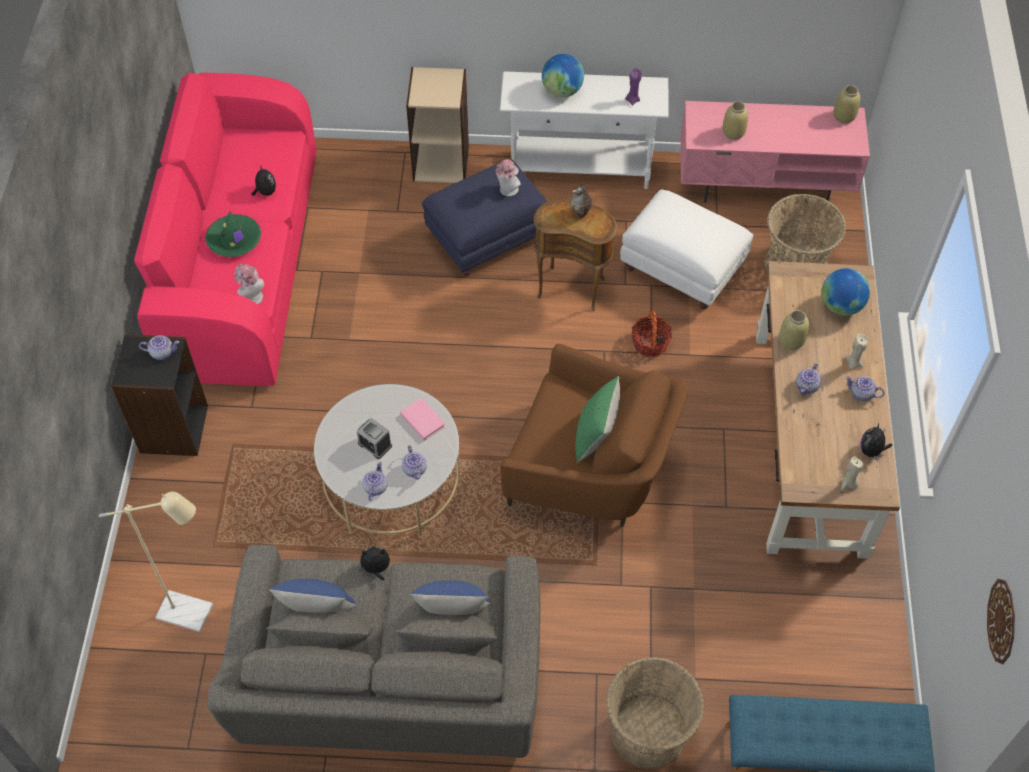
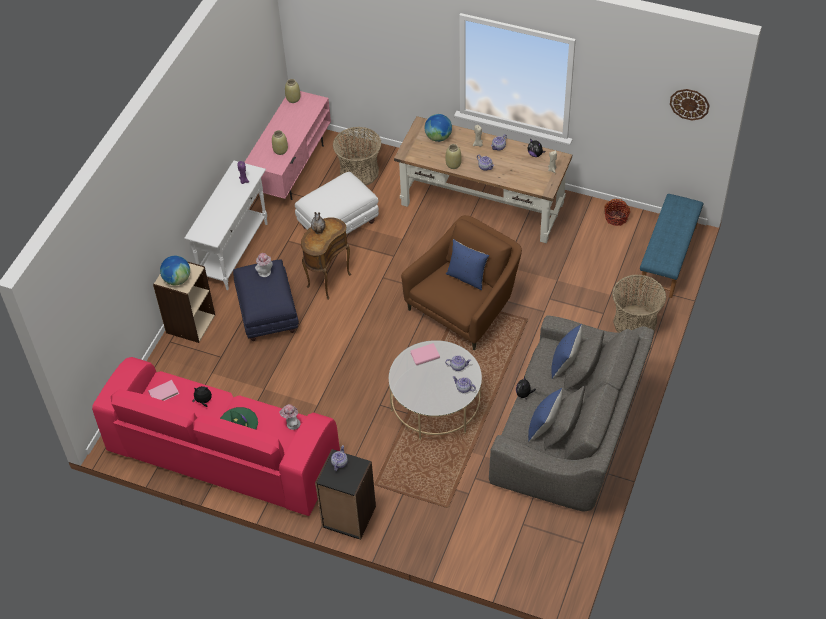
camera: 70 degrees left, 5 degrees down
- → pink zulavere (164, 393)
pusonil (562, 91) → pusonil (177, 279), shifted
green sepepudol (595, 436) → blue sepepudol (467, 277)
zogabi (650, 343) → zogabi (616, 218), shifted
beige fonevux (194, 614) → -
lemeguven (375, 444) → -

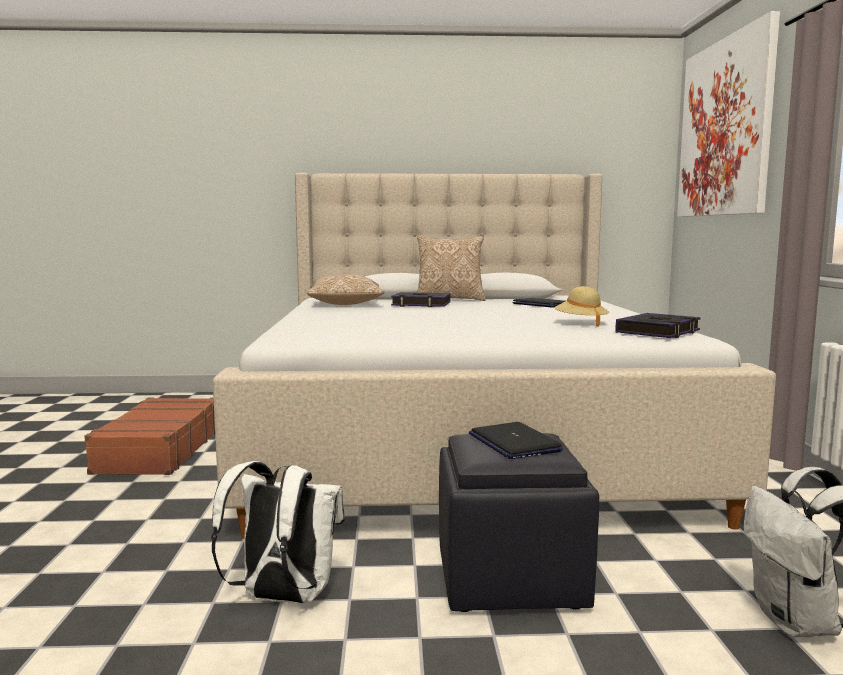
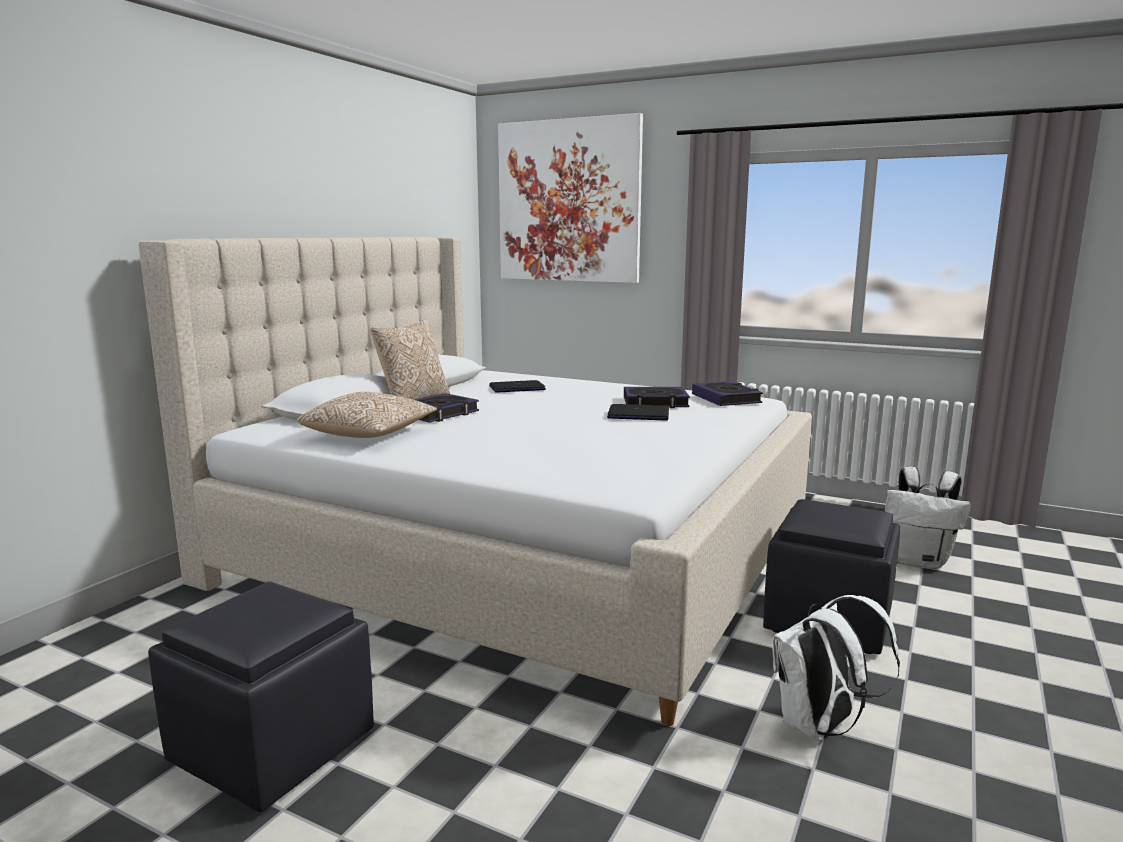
camera: 60 degrees left, 5 degrees up
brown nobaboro (158, 451) → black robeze (275, 747)
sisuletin (513, 442) → sisuletin (638, 415), shifted
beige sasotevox (580, 323) → zulavere (655, 402)

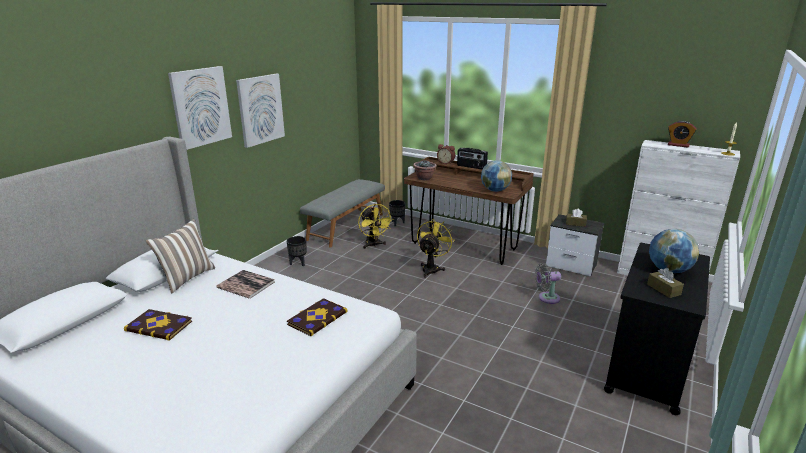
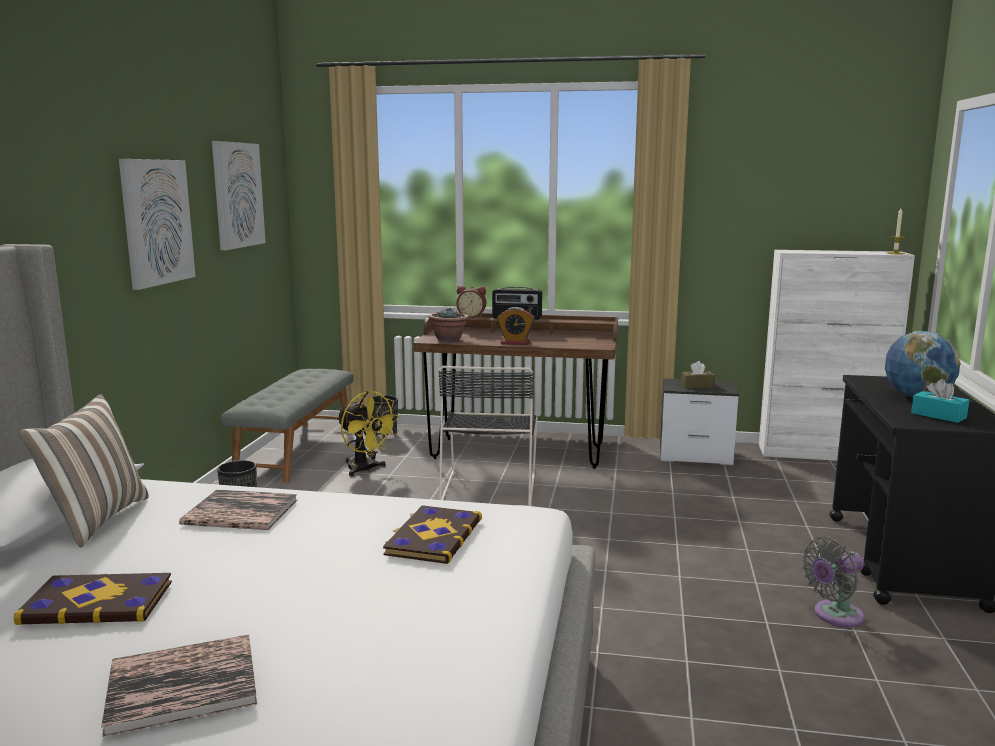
camera: 20 degrees left, 10 degrees down
- → zulavere (182, 684)
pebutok (200, 107) → pebutok (237, 195), shifted
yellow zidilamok (432, 268) → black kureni (489, 488)
lemeguven (678, 145) → lemeguven (515, 343), shifted
grey zidilamok (546, 298) → grey zidilamok (834, 616), shifted
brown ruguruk (663, 289) → turquoise ruguruk (938, 415)
pusonil (495, 190) → -

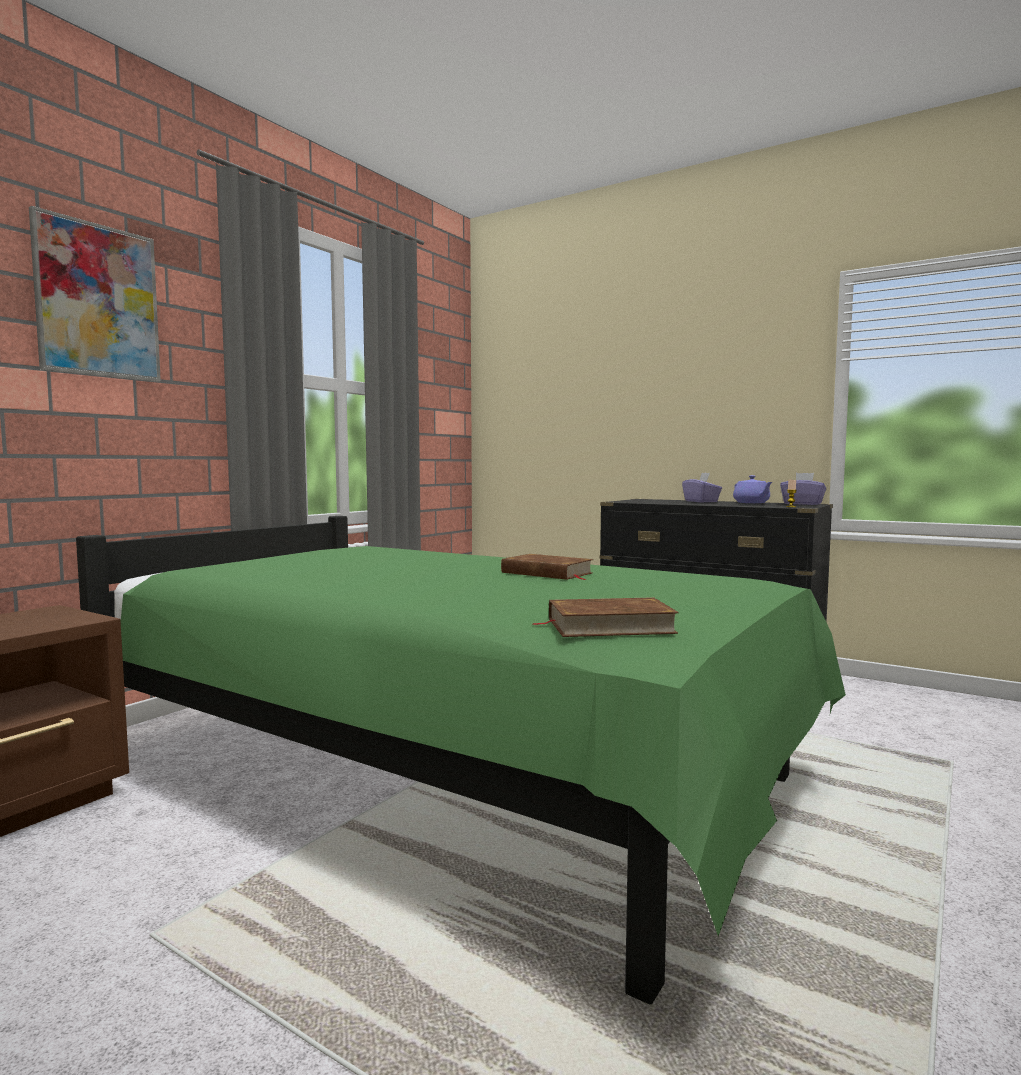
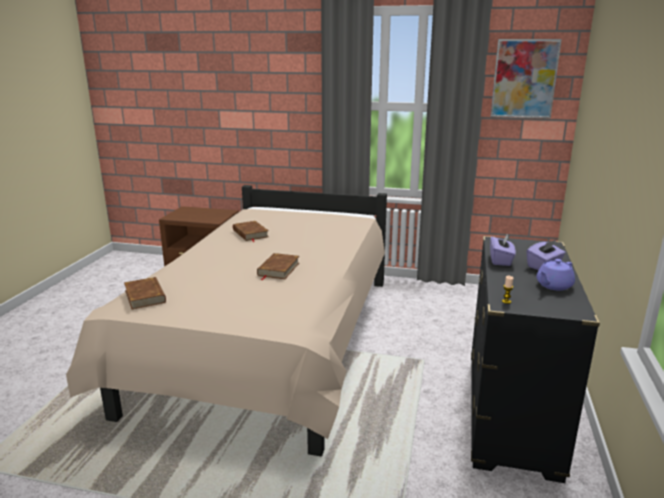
camera: 70 degrees right, 15 degrees up
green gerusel (449, 772) → beige gerusel (270, 344)
- → brown zulavere (250, 233)
pebutok (98, 301) → pebutok (524, 79), shifted
purple ruguruk (802, 504) → purple ruguruk (501, 260), shifted

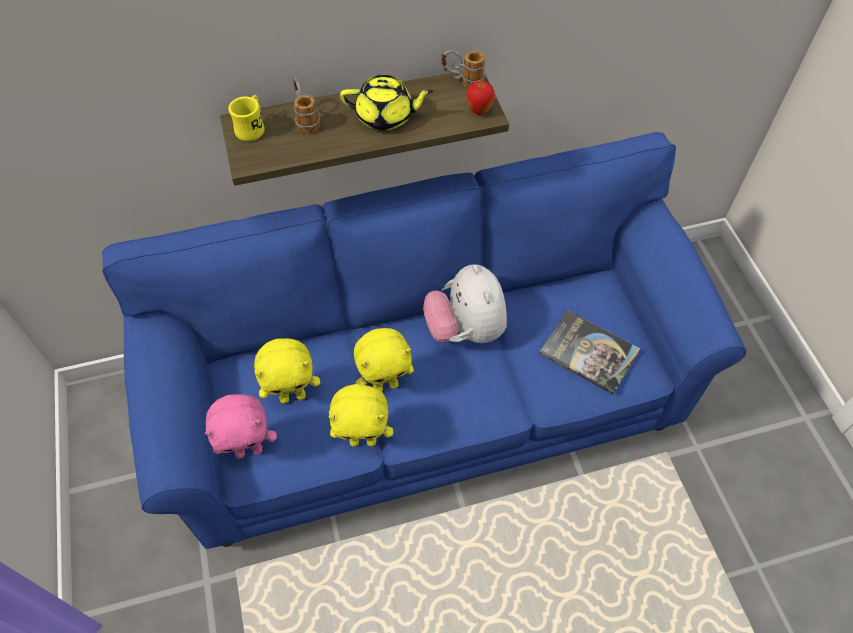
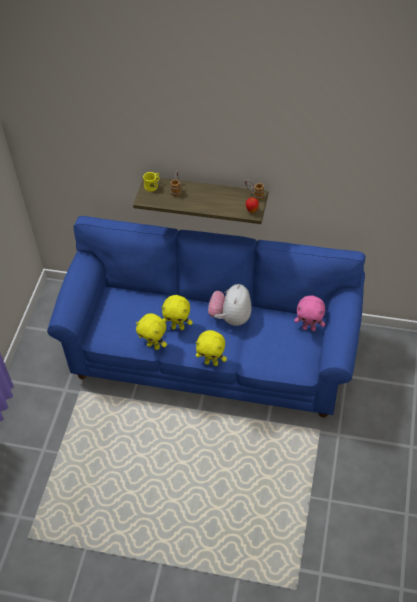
camera: 30 degrees right, 5 degrees down
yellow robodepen (293, 396) → yellow robodepen (211, 362), shifted
pink robodepen (249, 450) → pink robodepen (309, 328), shifted
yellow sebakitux (386, 117) → -
zulavere (589, 352) → -

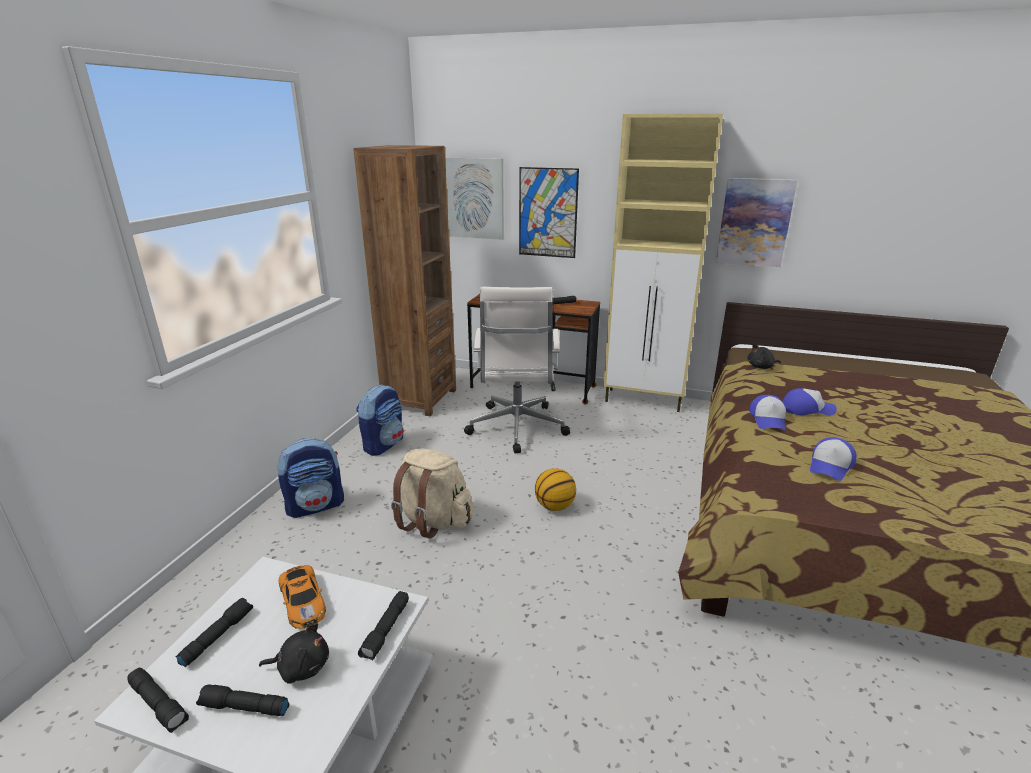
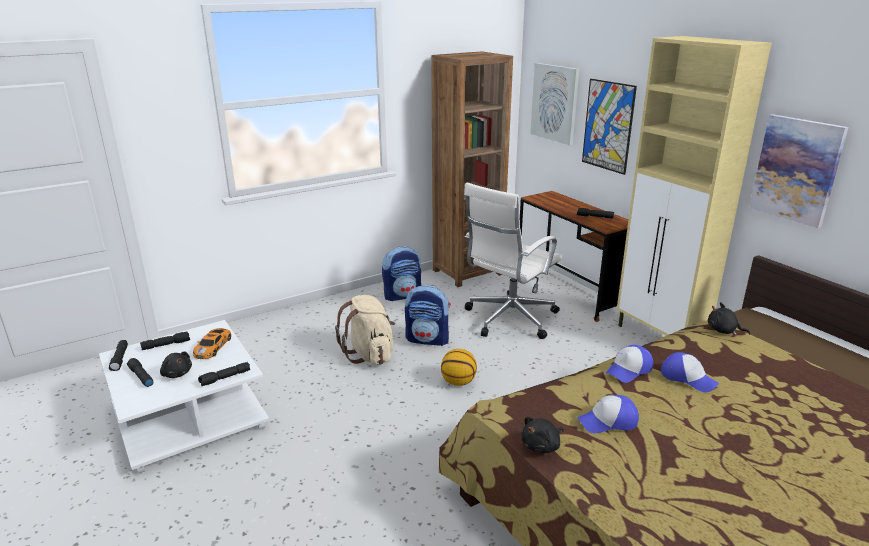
camera: 40 degrees right, 0 degrees up
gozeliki (316, 505) → gozeliki (428, 339), shifted
- → black robodepen (542, 446)

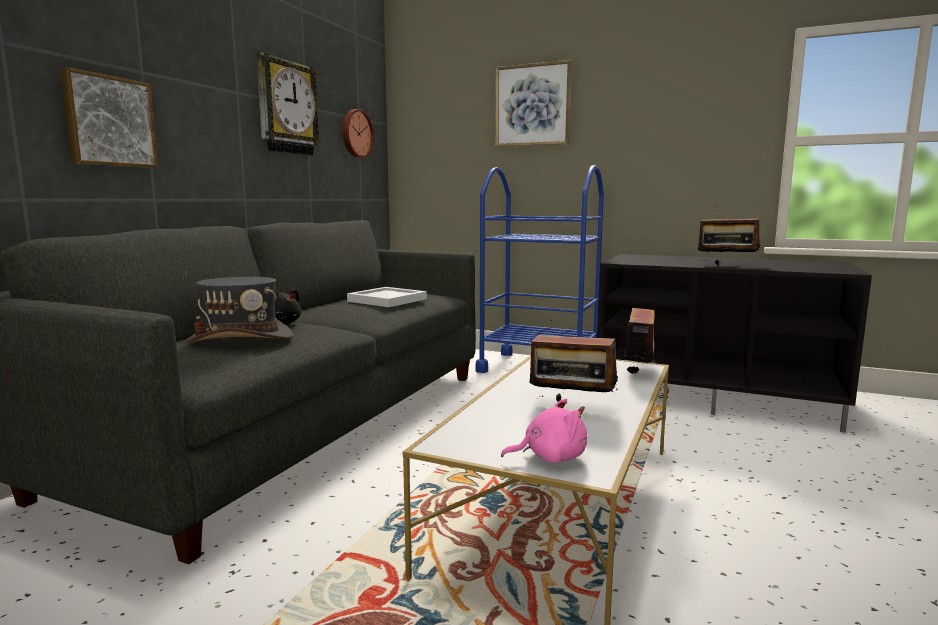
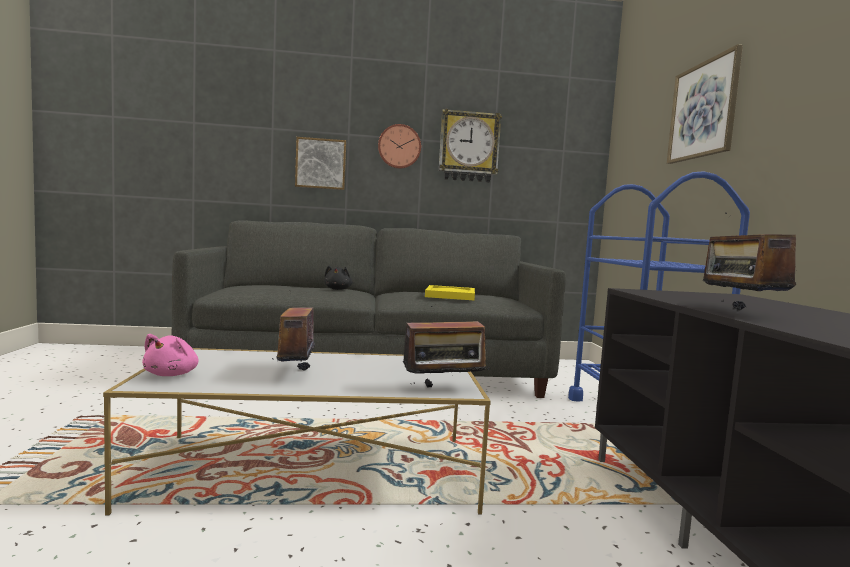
camera: 60 degrees right, 5 degrees down
pink robodepen (550, 457) → pink robodepen (173, 374), 45 degrees clockwise
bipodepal (356, 134) → bipodepal (399, 147), shifted
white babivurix (388, 300) → yellow babivurix (451, 295)
grey sasotevox (241, 339) → -

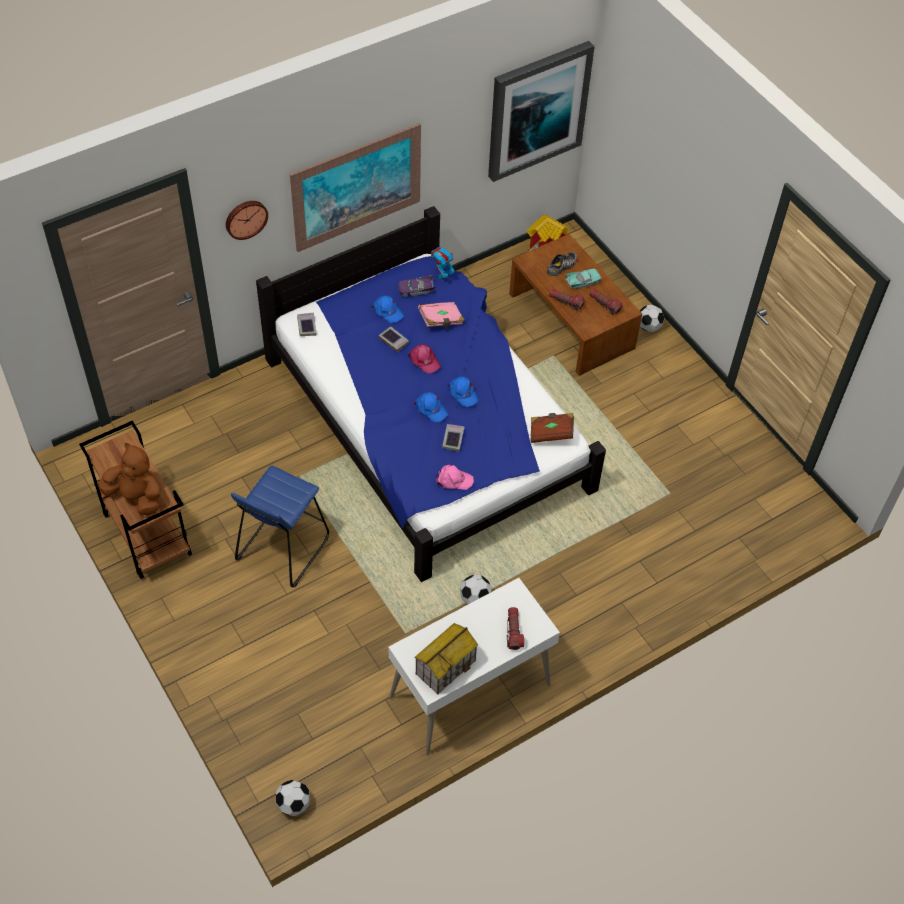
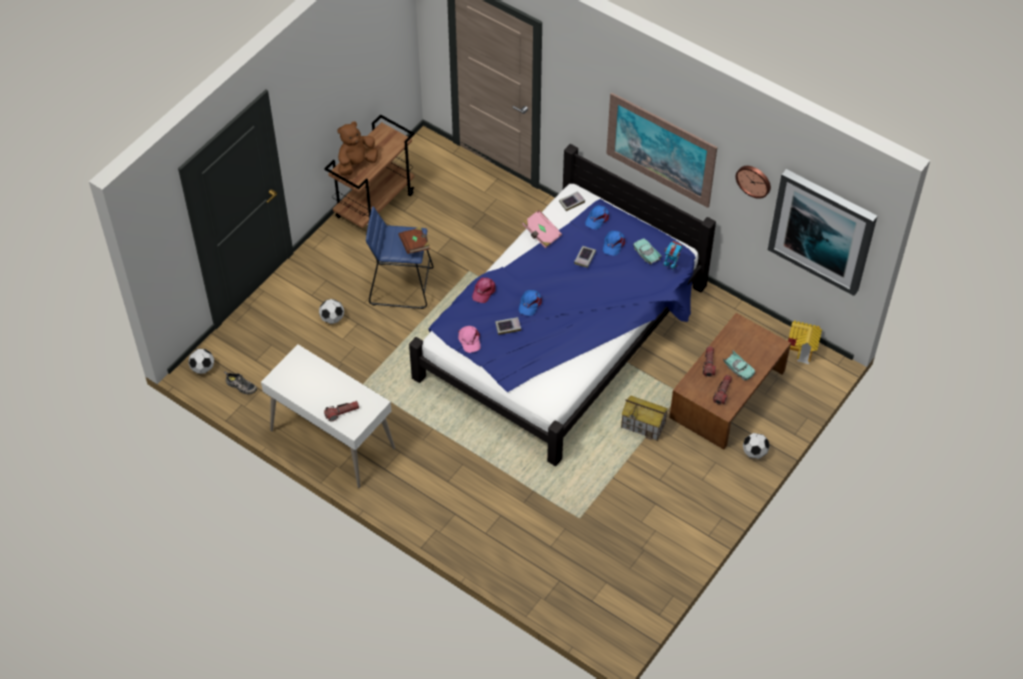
camera: 70 degrees right, 0 degrees up
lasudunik (562, 266) → lasudunik (240, 386), shifted
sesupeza (475, 598) → sesupeza (332, 318), shifted
brown robodepen (136, 497) → brown robodepen (356, 164), 135 degrees counterclockwise
brown zulavere (551, 433) → brown zulavere (415, 245), shifted
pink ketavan (424, 360) → pink ketavan (483, 291), shifted
pink zulavere (441, 320) → pink zulavere (541, 234), shifted
blue ketavan (463, 393) → blue ketavan (597, 218), shifted
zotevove (445, 667) → zotevove (643, 425), shifted
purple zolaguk (416, 290) → turquoise zolaguk (646, 254)
bipodepal (245, 218) → bipodepal (754, 180), shifted

